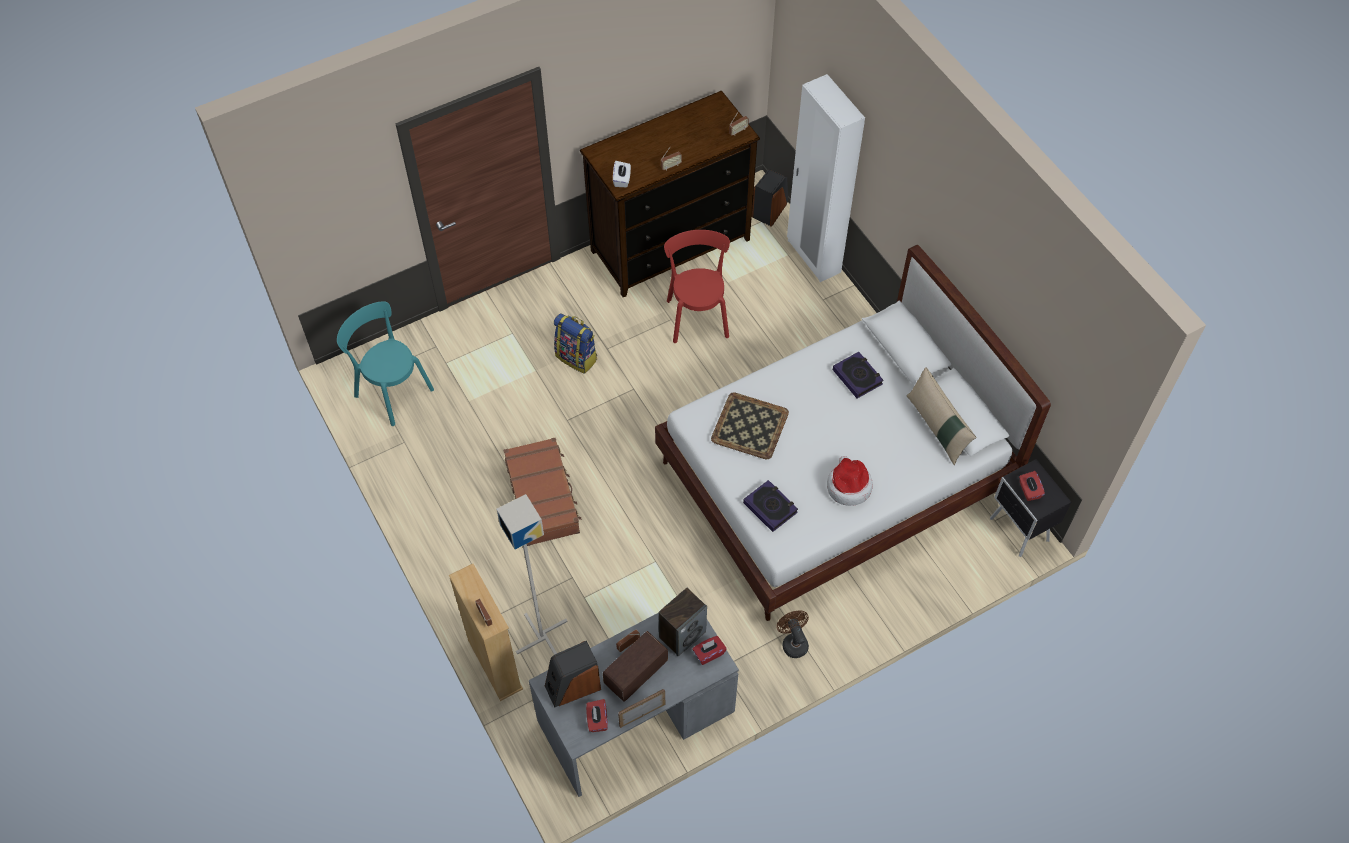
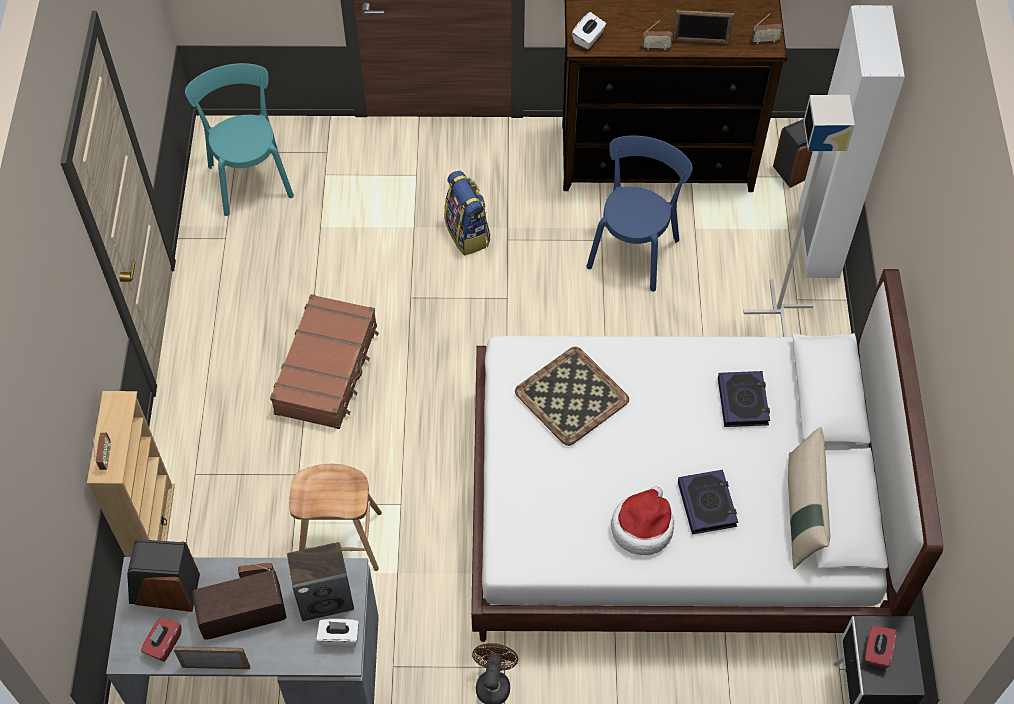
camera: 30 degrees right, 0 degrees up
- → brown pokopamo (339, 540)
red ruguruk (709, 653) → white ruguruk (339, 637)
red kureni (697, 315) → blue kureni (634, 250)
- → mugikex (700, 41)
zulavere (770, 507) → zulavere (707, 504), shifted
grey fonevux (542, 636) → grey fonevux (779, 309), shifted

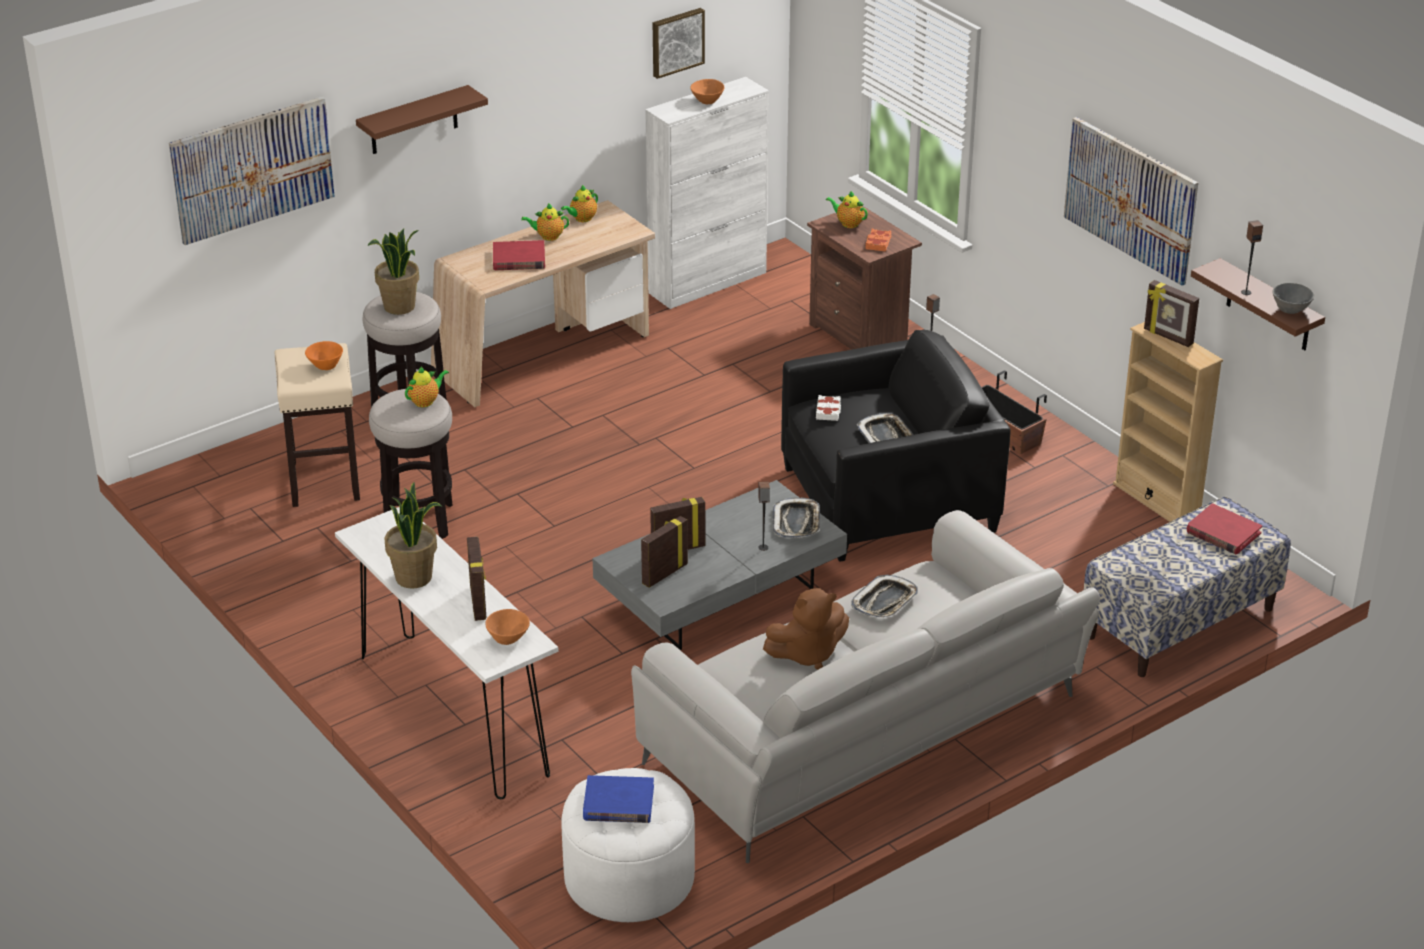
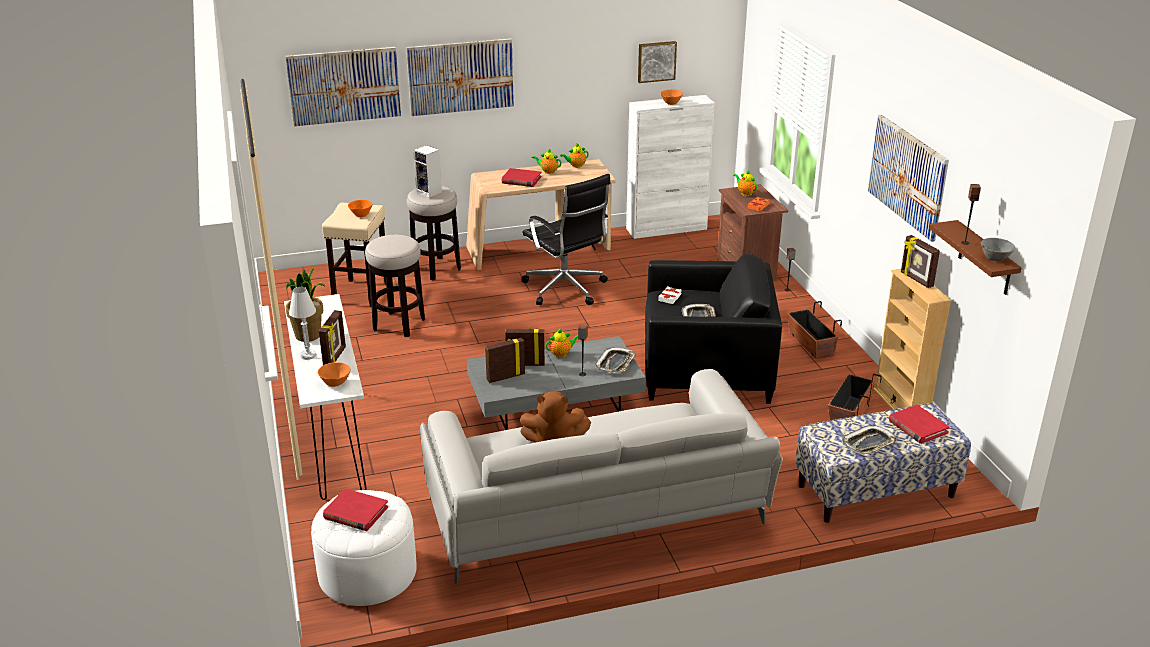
camera: 20 degrees right, 5 degrees down
- → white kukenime (308, 355)
blue zulavere (618, 803) → red zulavere (355, 513)
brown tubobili (413, 121) → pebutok (460, 76)
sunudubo (399, 307) → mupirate (430, 192)
- → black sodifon (566, 289)
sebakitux (426, 401) → sebakitux (561, 354), shifted
- → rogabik (849, 414)
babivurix (885, 602) → babivurix (869, 444), shifted

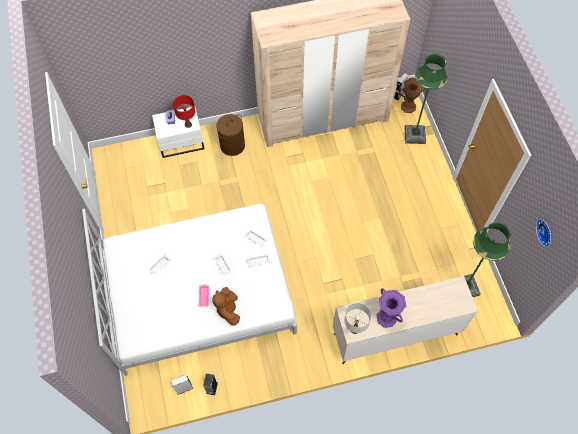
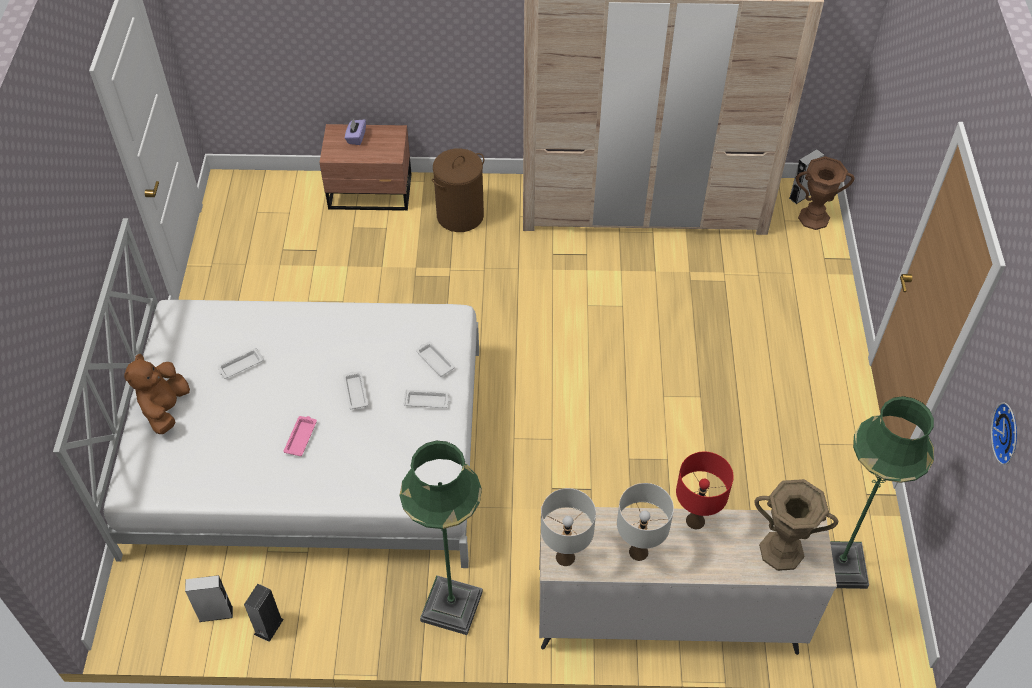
camera: 15 degrees right, 10 degrees down
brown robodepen (228, 309) → brown robodepen (165, 409), shifted
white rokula (182, 143) → brown rokula (371, 192)
green fonevux (415, 135) → green fonevux (452, 606), shifted
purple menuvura (386, 318) → white kukenime (638, 552)
red kukenime (188, 124) → red kukenime (695, 521), shifted
- → brown menuvura (781, 551)

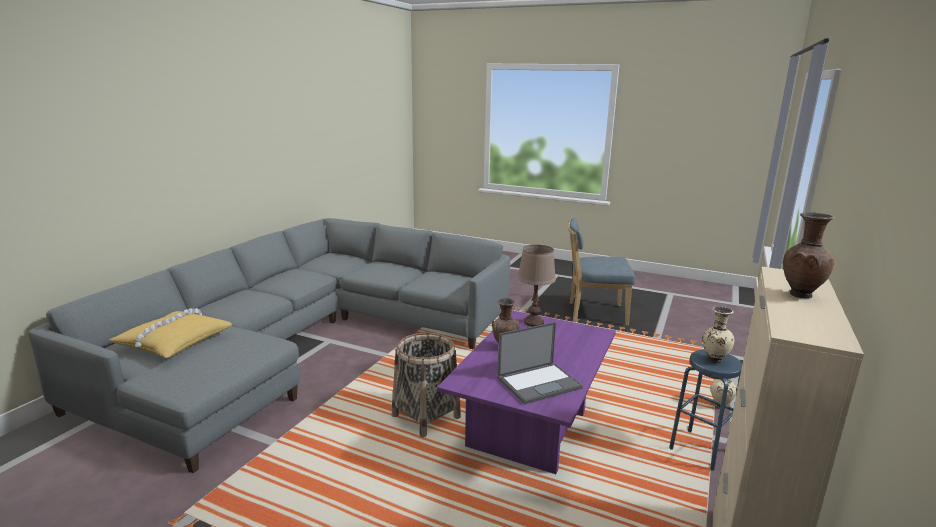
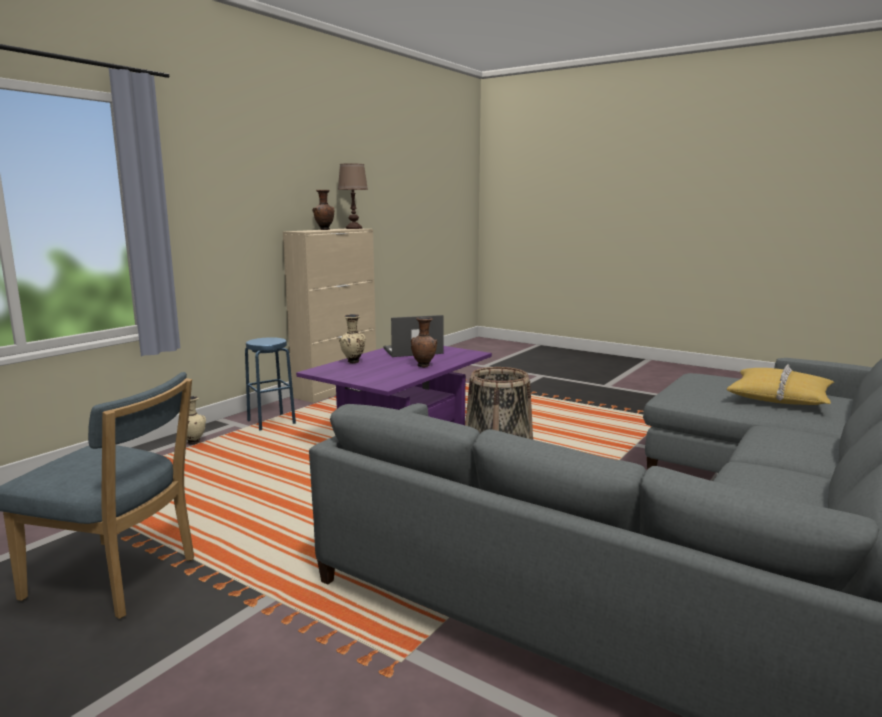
camera: 170 degrees left, 5 degrees down
brown kukenime (534, 322) → brown kukenime (353, 228), shifted
beige menuvura (714, 360) → beige menuvura (353, 362), shifted

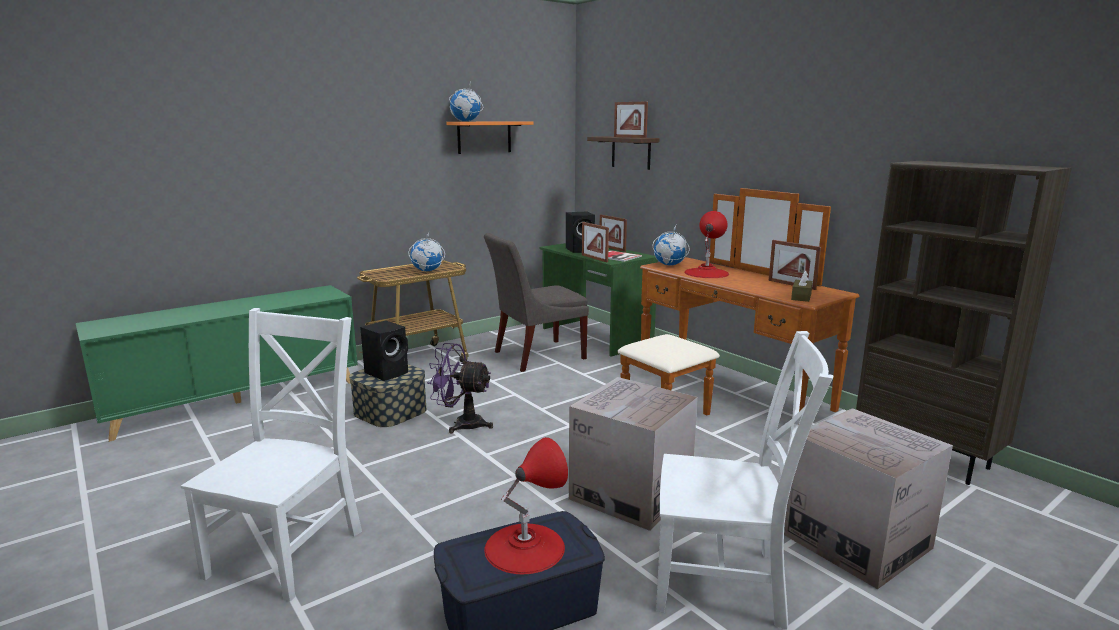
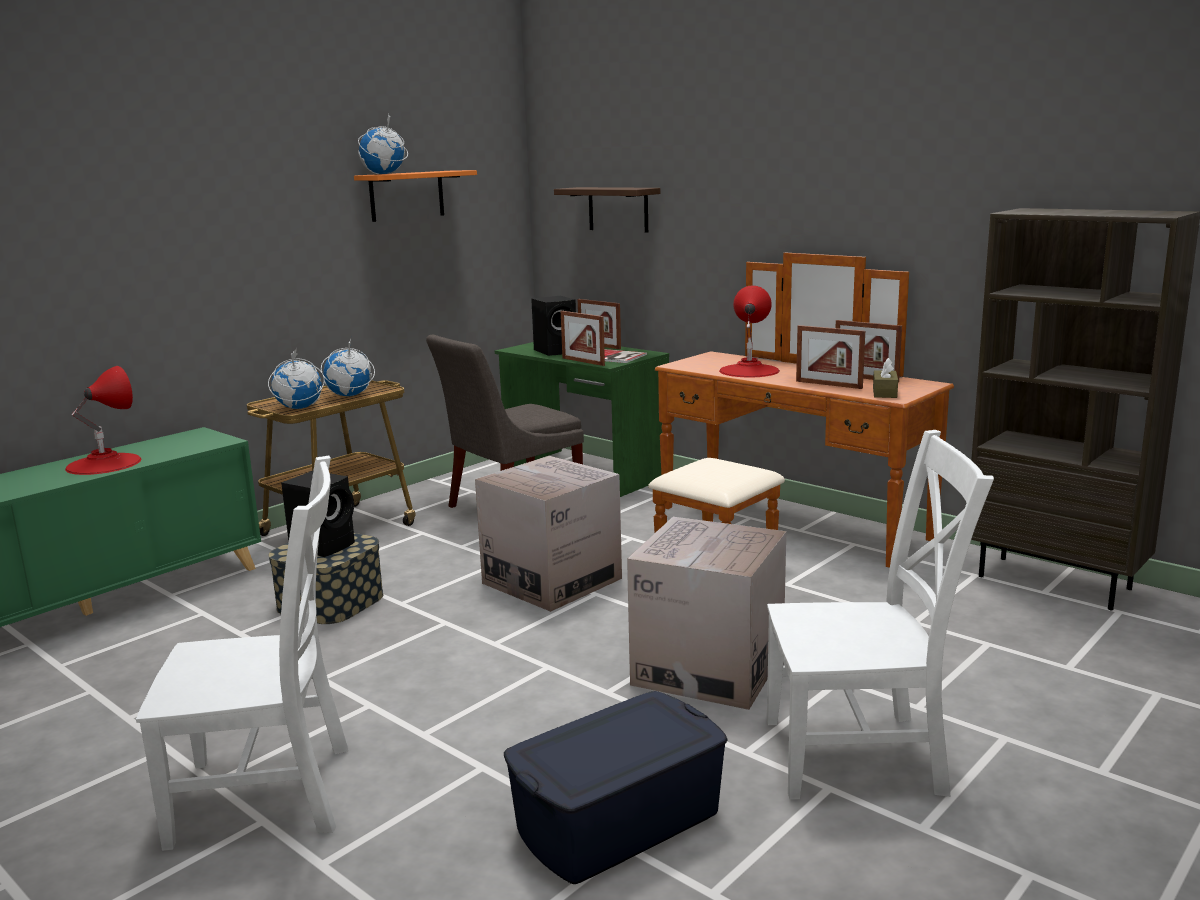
camera: 10 degrees left, 0 degrees up
red kukenime (524, 547) → red kukenime (104, 463), shifted
white kureni (290, 549) → white kureni (271, 795), 75 degrees clockwise
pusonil (669, 265) → pusonil (298, 408), shifted
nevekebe (856, 541) → nevekebe (552, 581), shifted
mugikex (629, 137) → mugikex (828, 384), shifted
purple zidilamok (462, 424) → -

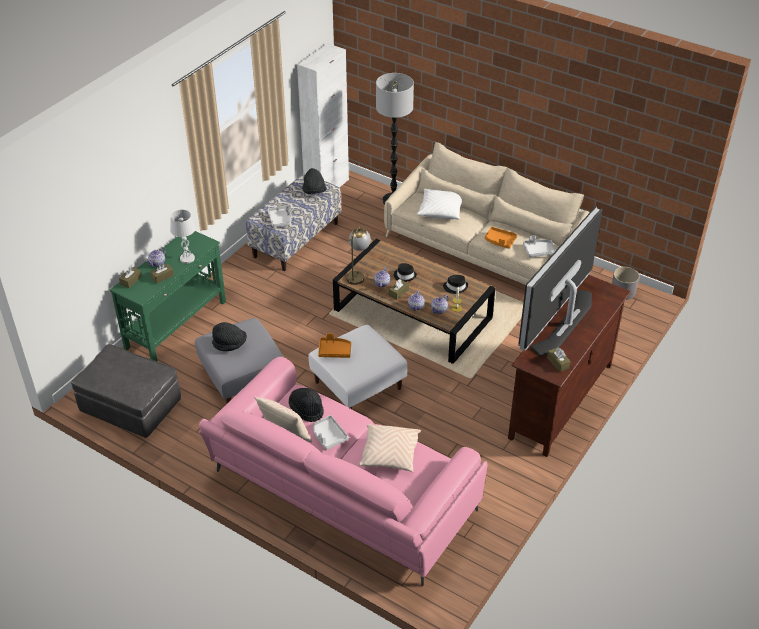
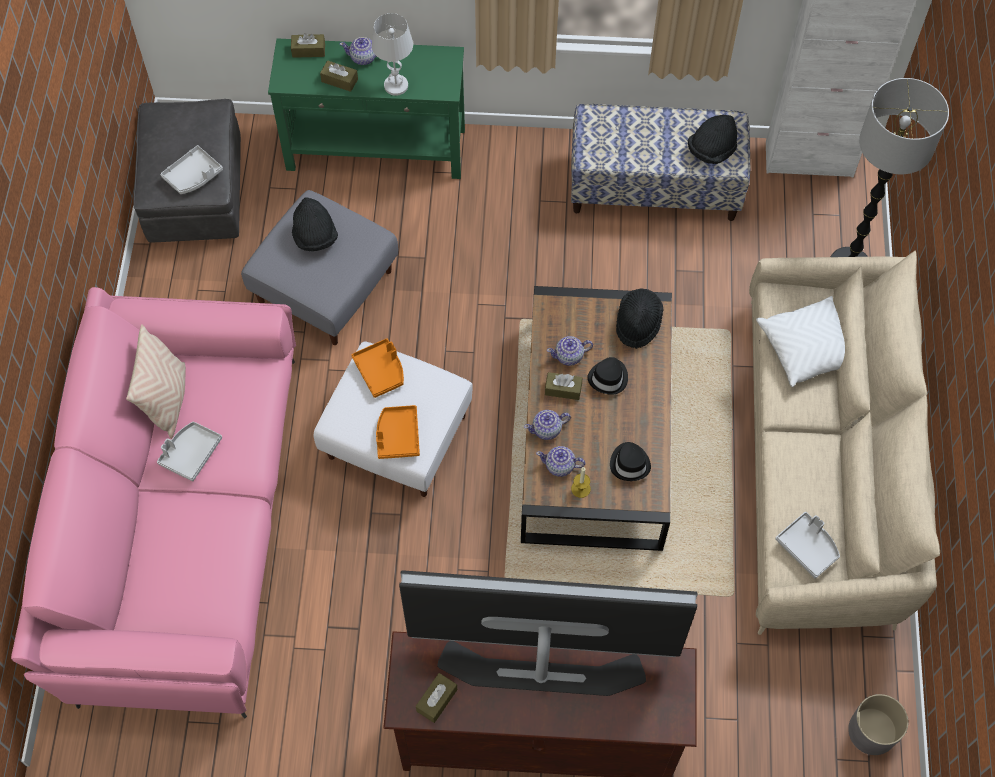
camera: 60 degrees right, 20 degrees up
grey babivurix (280, 219) → grey babivurix (193, 176), shifted
orange babivurix (500, 241) → orange babivurix (397, 436), shifted
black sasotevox (306, 410) → black sasotevox (638, 323), shifted
kukenime (357, 274) → -
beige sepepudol (390, 454) → -

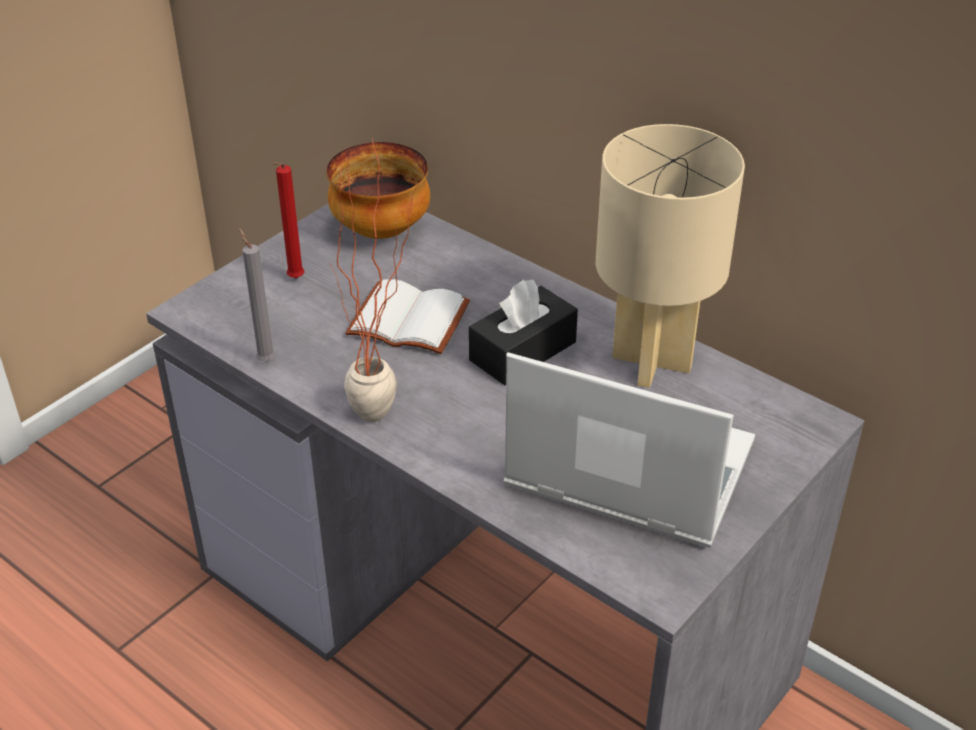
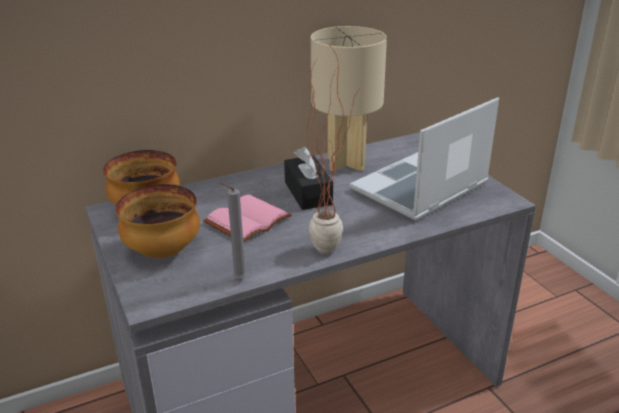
camera: 65 degrees left, 10 degrees down
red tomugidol (294, 280) → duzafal (162, 252)
white zulavere (411, 319) → pink zulavere (247, 219)

